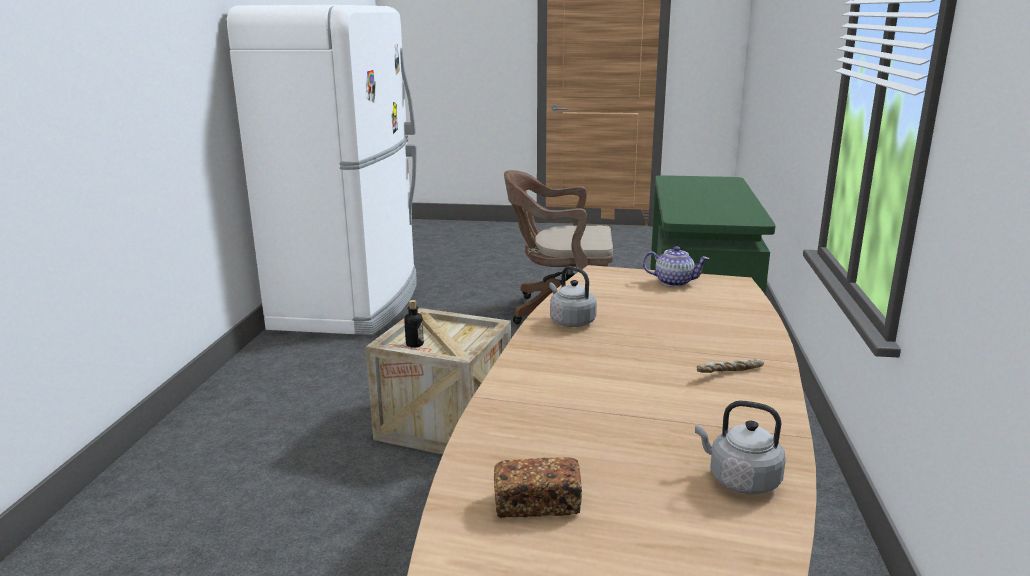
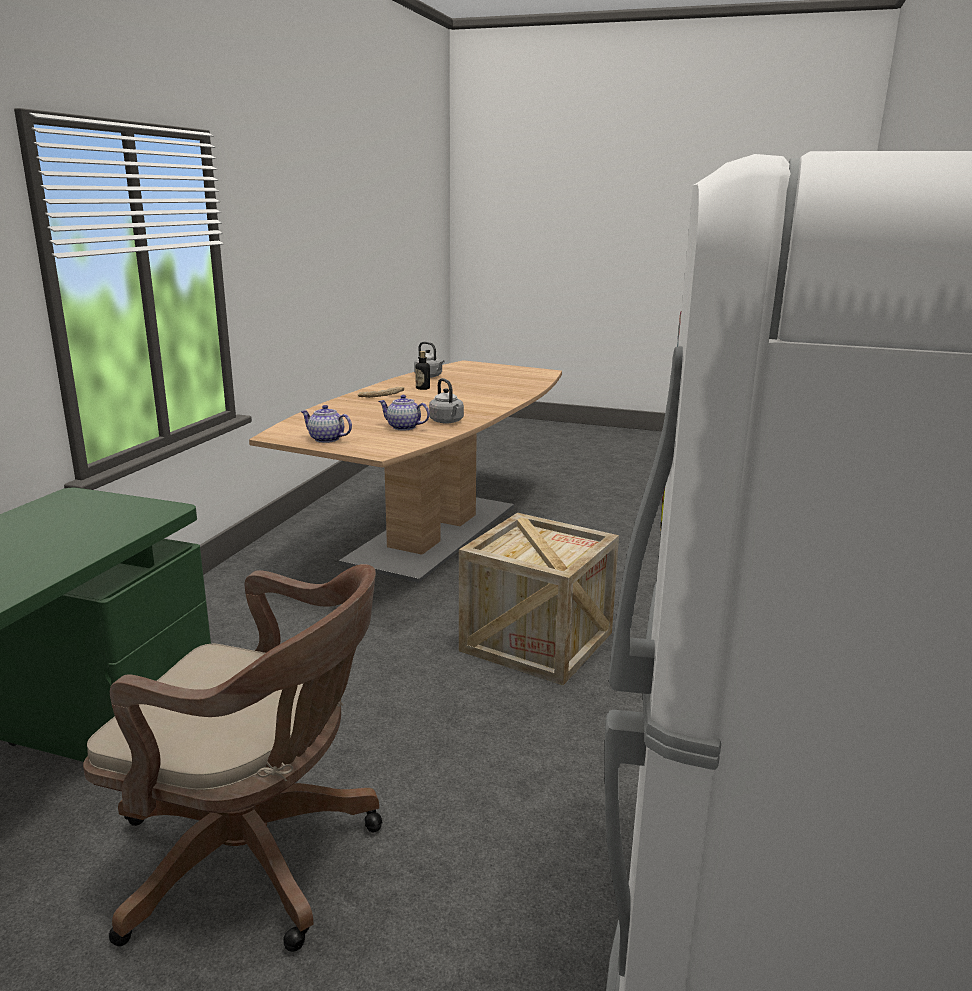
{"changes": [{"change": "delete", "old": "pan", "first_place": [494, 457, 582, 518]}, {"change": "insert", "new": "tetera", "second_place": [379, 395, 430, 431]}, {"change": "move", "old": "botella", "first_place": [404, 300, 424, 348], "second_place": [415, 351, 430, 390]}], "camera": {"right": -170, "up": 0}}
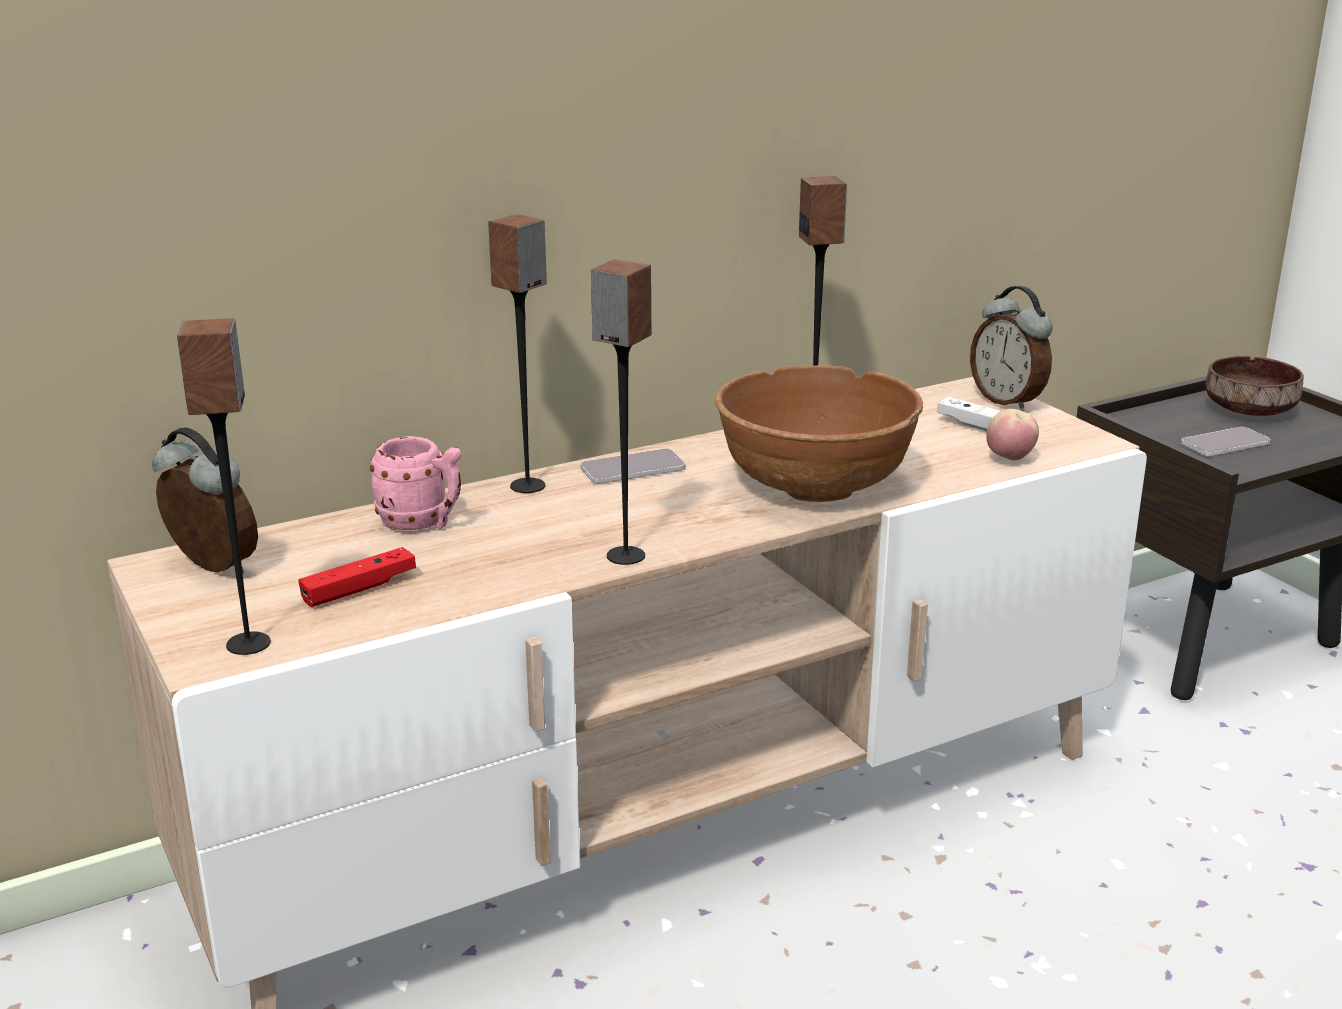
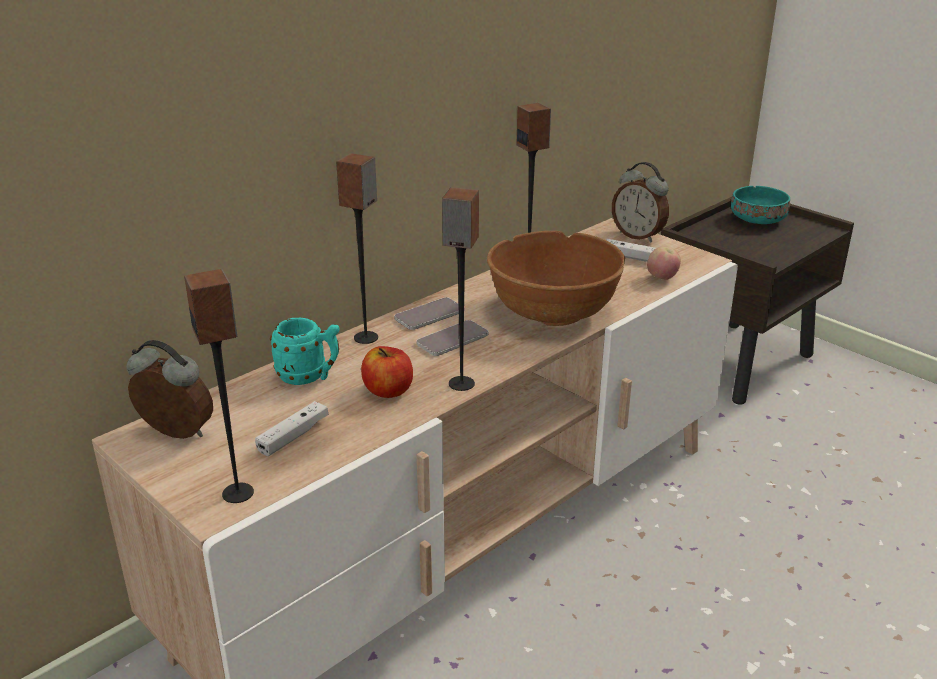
{"changes": [{"change": "insert", "new": "manzana", "second_place": [361, 346, 413, 398]}, {"change": "move", "old": "móvil", "first_place": [1181, 427, 1271, 456], "second_place": [416, 320, 488, 356]}, {"change": "recolor", "old": "mando de consola/rojo", "new": "mando de consola/blanco", "first_place": [298, 547, 416, 607], "second_place": [255, 401, 328, 456]}, {"change": "recolor", "old": "taza grande/rosa", "new": "taza grande/turquesa", "first_place": [370, 436, 461, 530], "second_place": [270, 317, 340, 385]}, {"change": "recolor", "old": "cuenco/marrón", "new": "cuenco/turquesa", "first_place": [1206, 356, 1304, 416], "second_place": [731, 186, 790, 224]}], "camera": {"right": -15, "up": 5}}
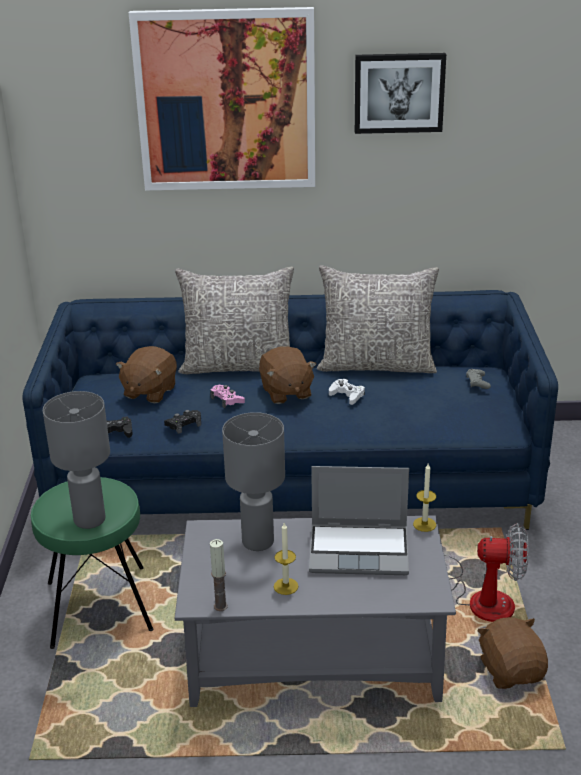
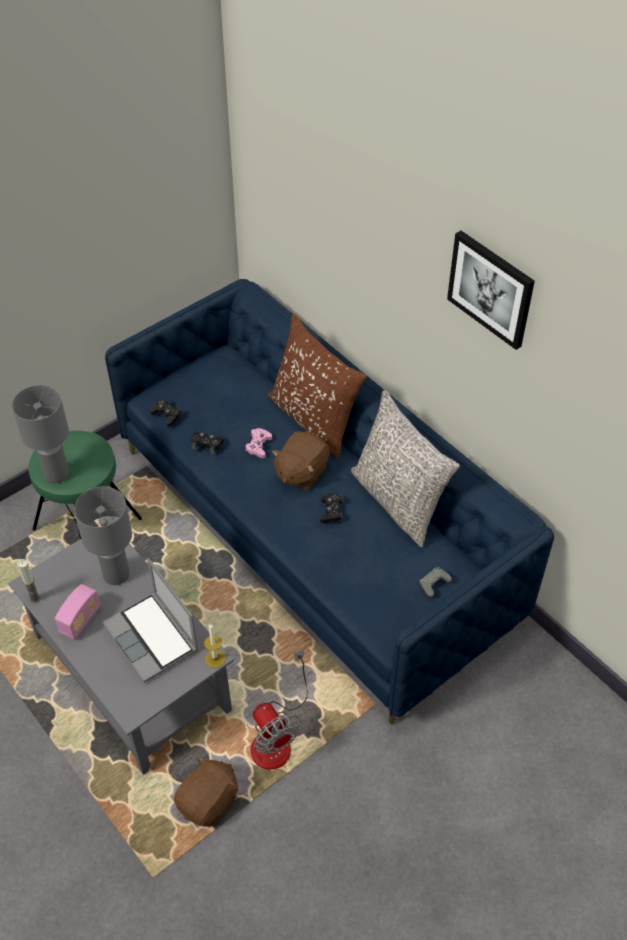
{"changes": [{"change": "delete", "old": "peluche/marrón", "first_place": [116, 346, 177, 403]}, {"change": "delete", "old": "cuadro", "first_place": [129, 7, 315, 190]}, {"change": "replace", "old": "vela", "new": "radio", "first_place": [274, 523, 298, 595], "second_place": [55, 584, 101, 640]}, {"change": "recolor", "old": "cojín/gris", "new": "cojín/marrón", "first_place": [175, 266, 294, 375], "second_place": [268, 314, 367, 459]}, {"change": "recolor", "old": "mando de consola/blanco", "new": "mando de consola/negro", "first_place": [329, 379, 365, 405], "second_place": [320, 493, 343, 523]}], "camera": {"right": 50, "up": 20}}
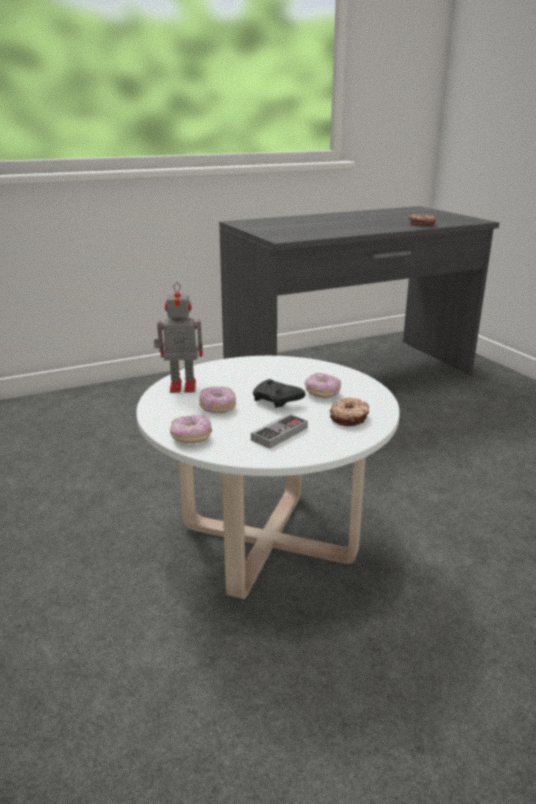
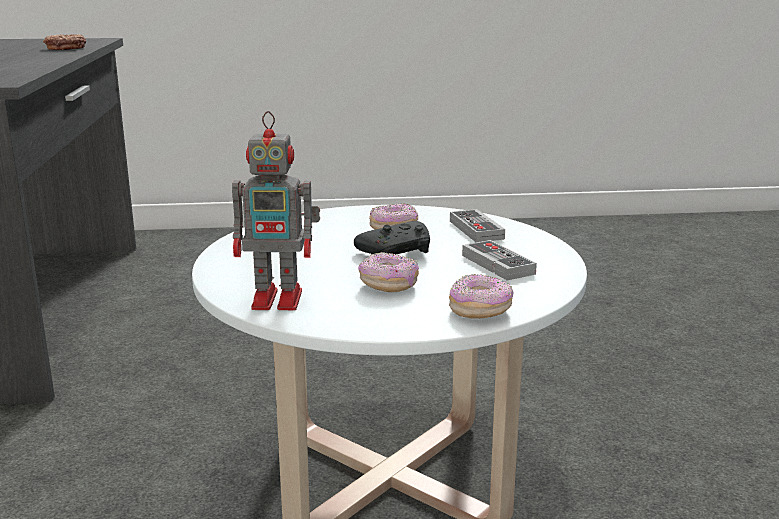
{"changes": [{"change": "replace", "old": "rosquilla", "new": "mando de consola", "first_place": [330, 397, 369, 426], "second_place": [450, 209, 505, 242]}, {"change": "rotate", "old": "robot de juguete", "first_place": [154, 282, 203, 393], "second_place": [232, 111, 320, 310], "degrees": -105}], "camera": {"right": -70, "up": -5}}
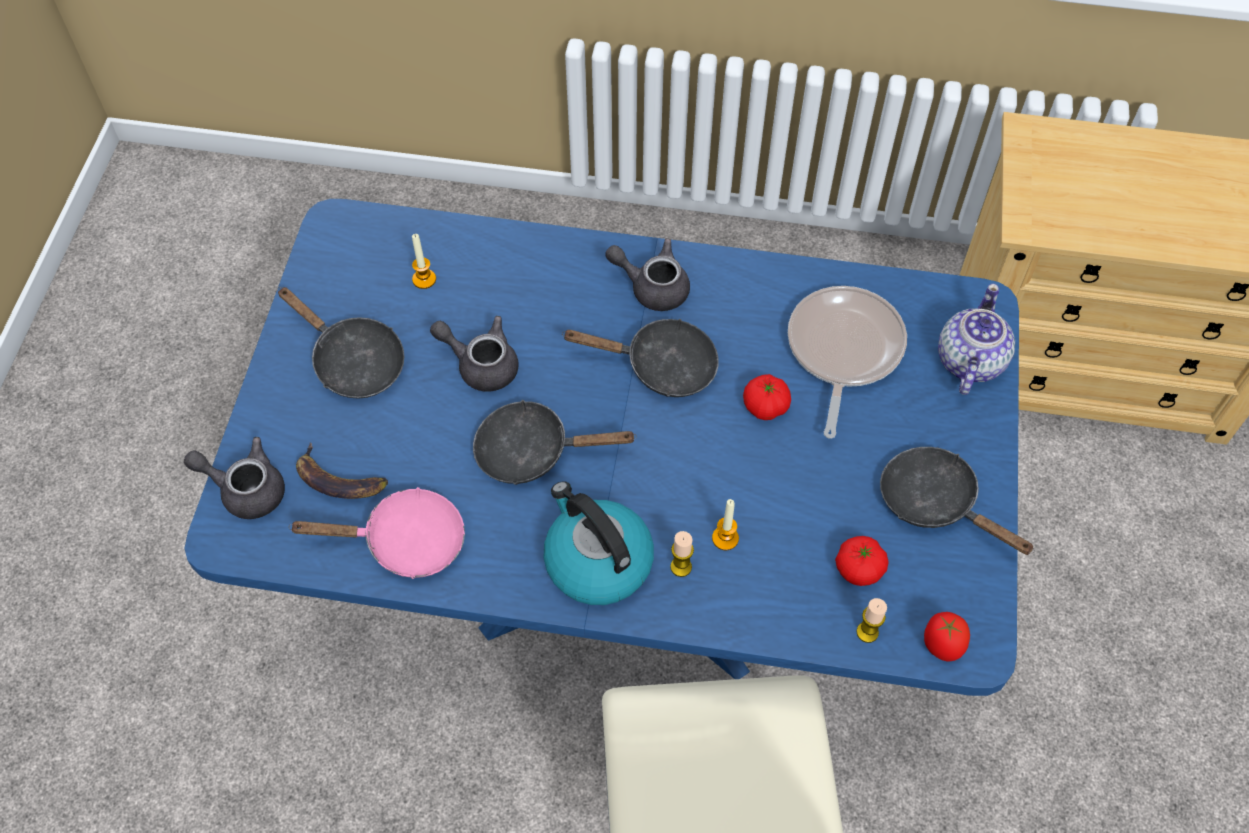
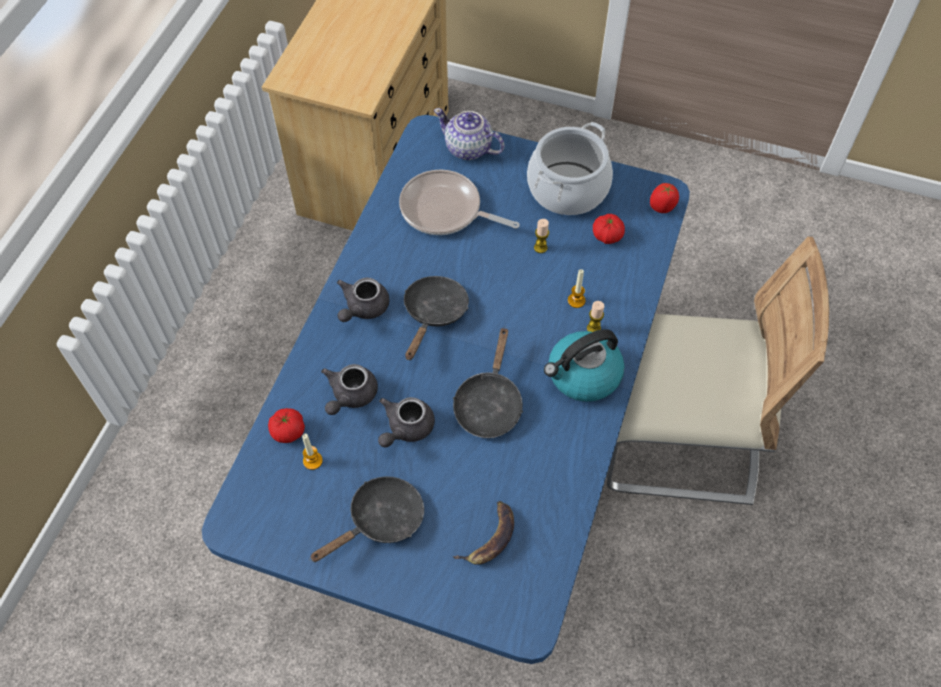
{"changes": [{"change": "delete", "old": "sartén/rosa", "first_place": [289, 487, 465, 579]}, {"change": "move", "old": "tetera/gris", "first_place": [184, 437, 285, 519], "second_place": [321, 364, 378, 415]}, {"change": "move", "old": "tomate", "first_place": [743, 374, 791, 420], "second_place": [268, 408, 305, 443]}, {"change": "move", "old": "vela", "first_place": [856, 598, 887, 643], "second_place": [534, 219, 549, 253]}, {"change": "replace", "old": "sartén/negro", "new": "olla", "first_place": [880, 447, 1035, 555], "second_place": [527, 122, 613, 215]}], "camera": {"right": -80, "up": 0}}
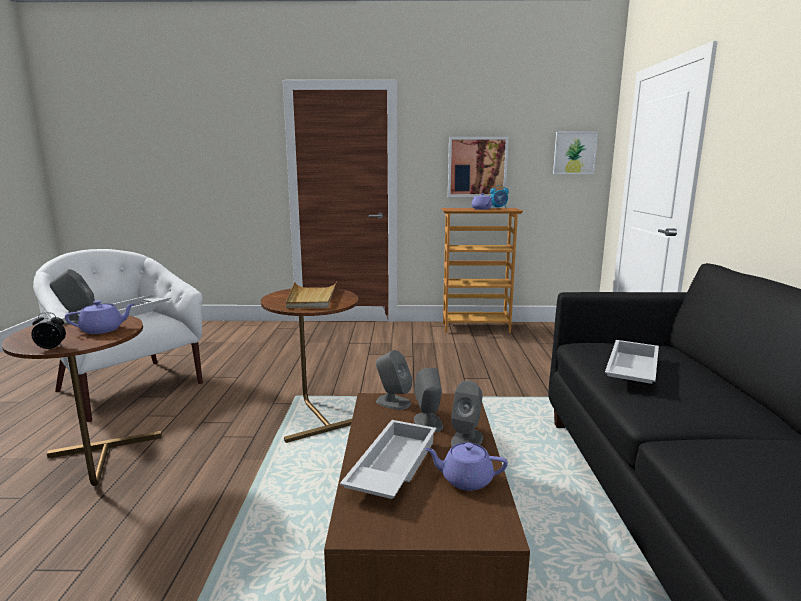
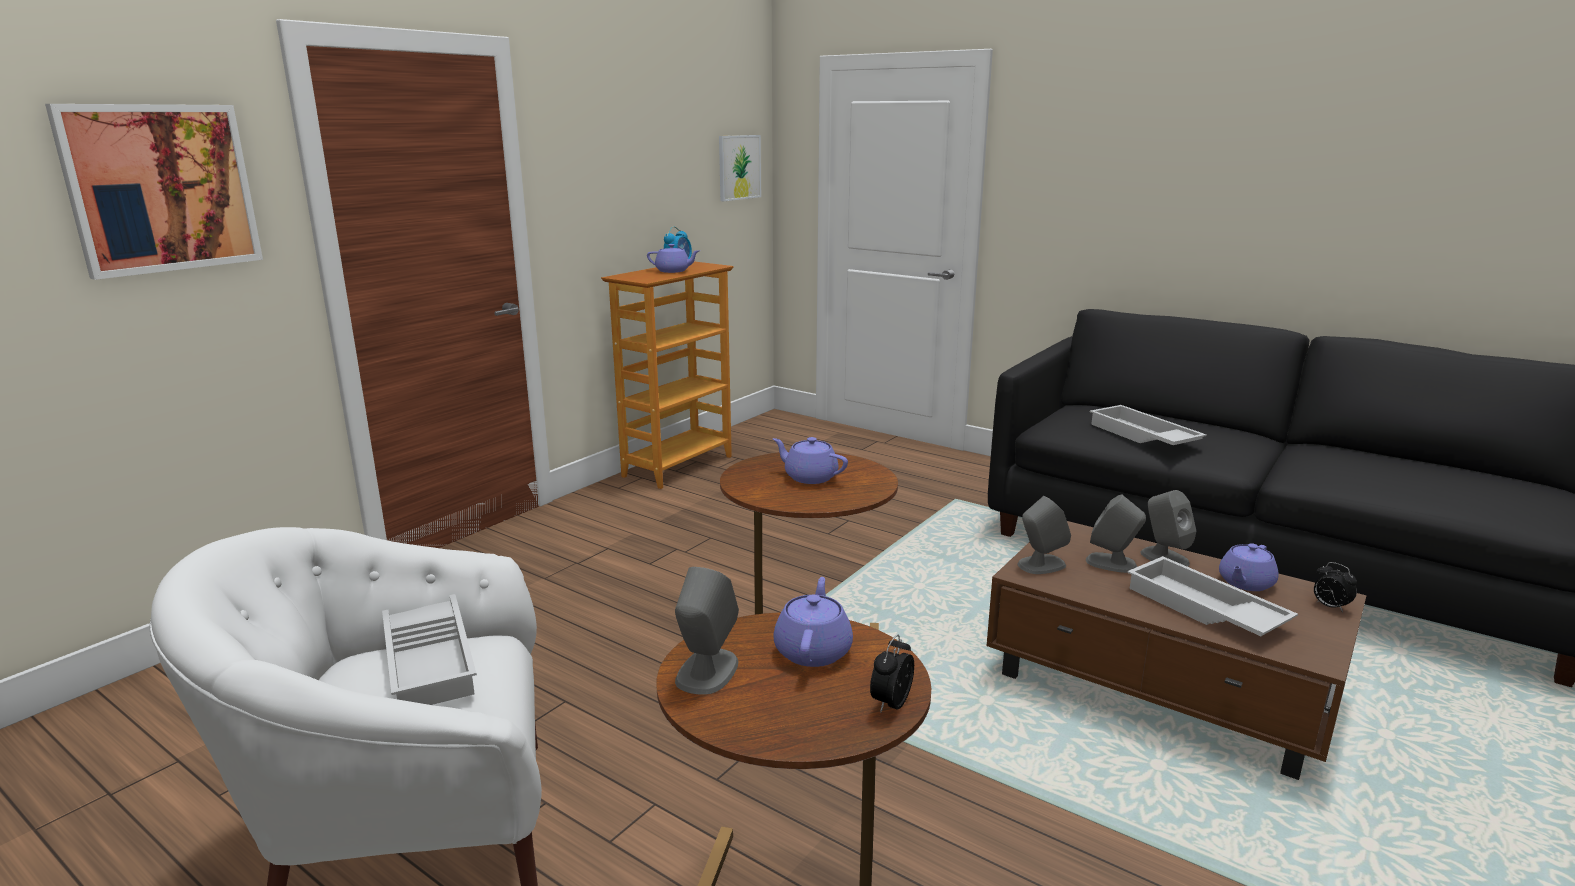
{"changes": [{"change": "insert", "new": "despertador", "second_place": [1314, 562, 1357, 612]}, {"change": "move", "old": "cuadro", "first_place": [448, 137, 509, 197], "second_place": [45, 104, 263, 280]}, {"change": "replace", "old": "bandeja/beis", "new": "tetera/morado", "first_place": [286, 281, 337, 308], "second_place": [773, 437, 848, 484]}], "camera": {"right": -55, "up": 5}}
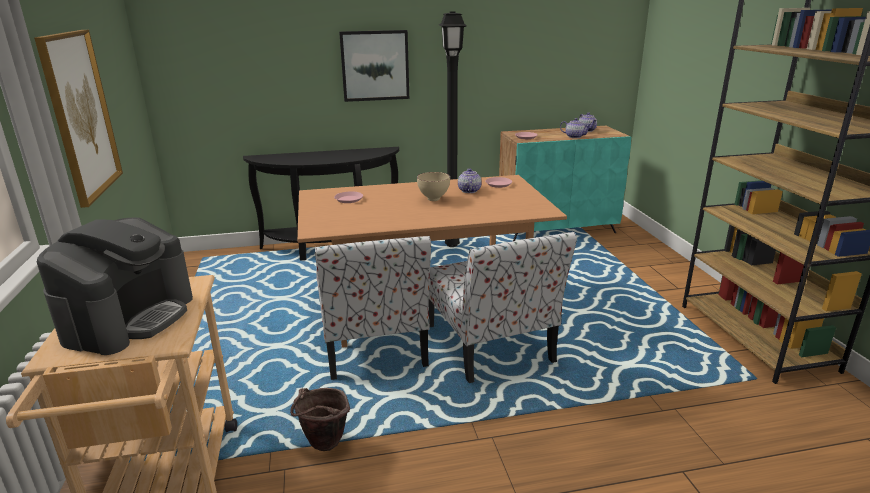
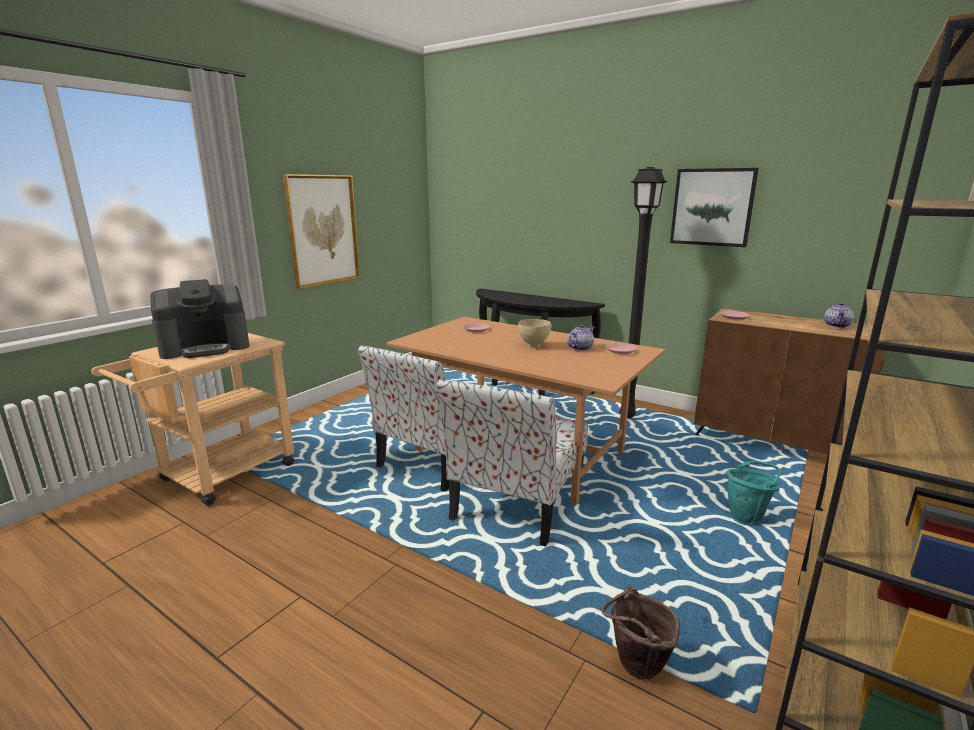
{"changes": [{"change": "delete", "old": "tetera", "first_place": [560, 118, 592, 138]}, {"change": "insert", "new": "cubo/turquesa", "second_place": [726, 461, 781, 526]}, {"change": "move", "old": "cubo/marrón", "first_place": [290, 388, 350, 451], "second_place": [601, 586, 680, 680]}, {"change": "move", "old": "cuadro", "first_place": [339, 30, 409, 102], "second_place": [670, 168, 759, 247]}, {"change": "recolor", "old": "armario/turquesa", "new": "armario/marrón", "first_place": [499, 126, 631, 241], "second_place": [694, 308, 886, 454]}], "camera": {"right": 45, "up": -5}}
